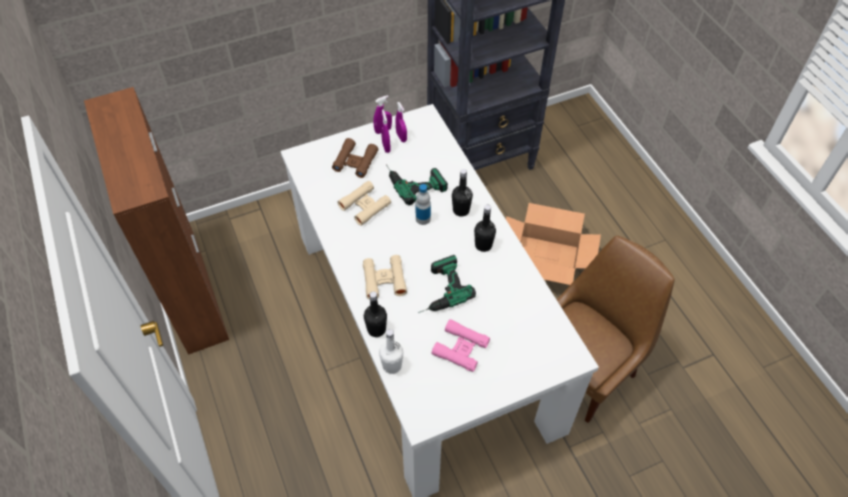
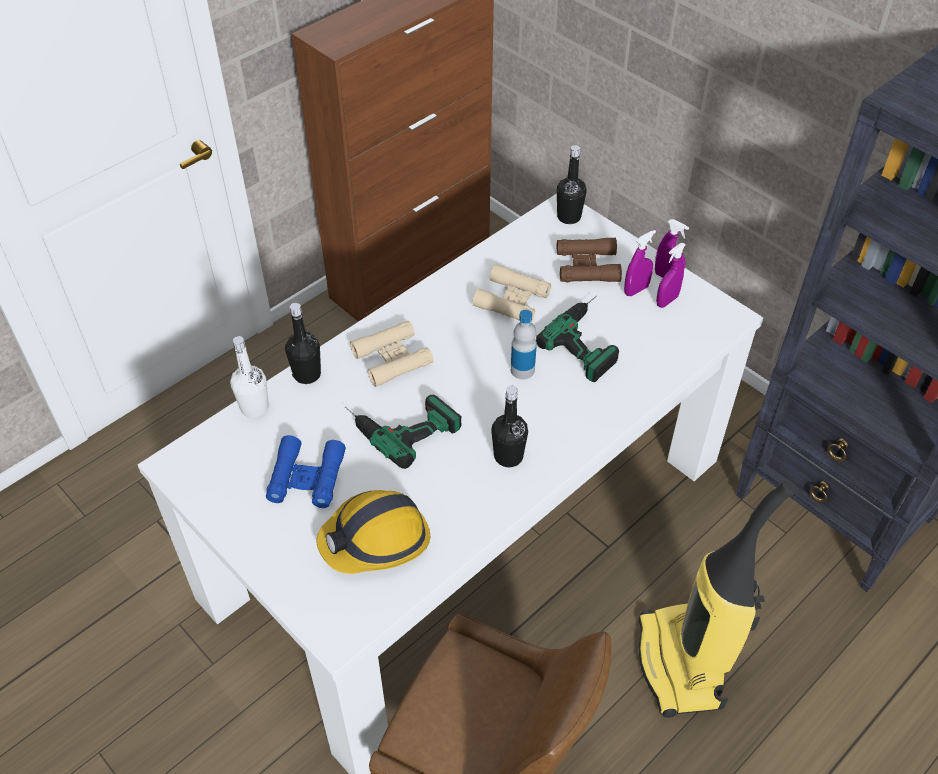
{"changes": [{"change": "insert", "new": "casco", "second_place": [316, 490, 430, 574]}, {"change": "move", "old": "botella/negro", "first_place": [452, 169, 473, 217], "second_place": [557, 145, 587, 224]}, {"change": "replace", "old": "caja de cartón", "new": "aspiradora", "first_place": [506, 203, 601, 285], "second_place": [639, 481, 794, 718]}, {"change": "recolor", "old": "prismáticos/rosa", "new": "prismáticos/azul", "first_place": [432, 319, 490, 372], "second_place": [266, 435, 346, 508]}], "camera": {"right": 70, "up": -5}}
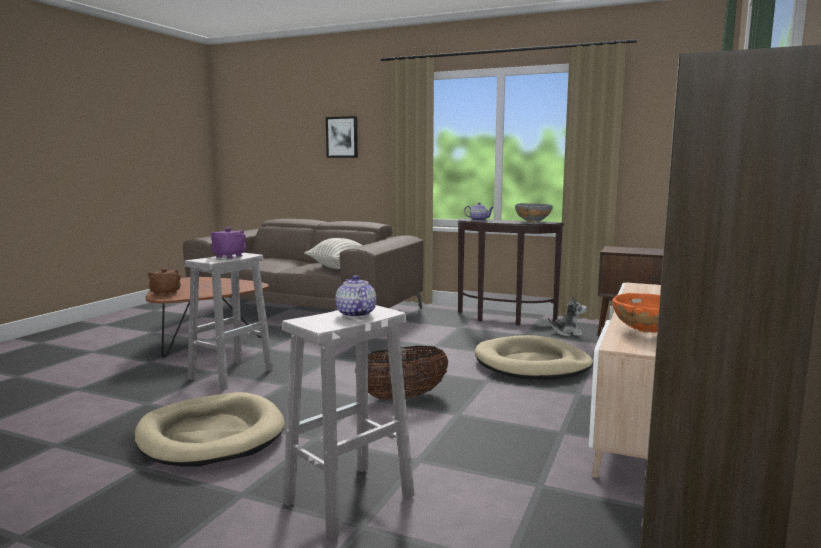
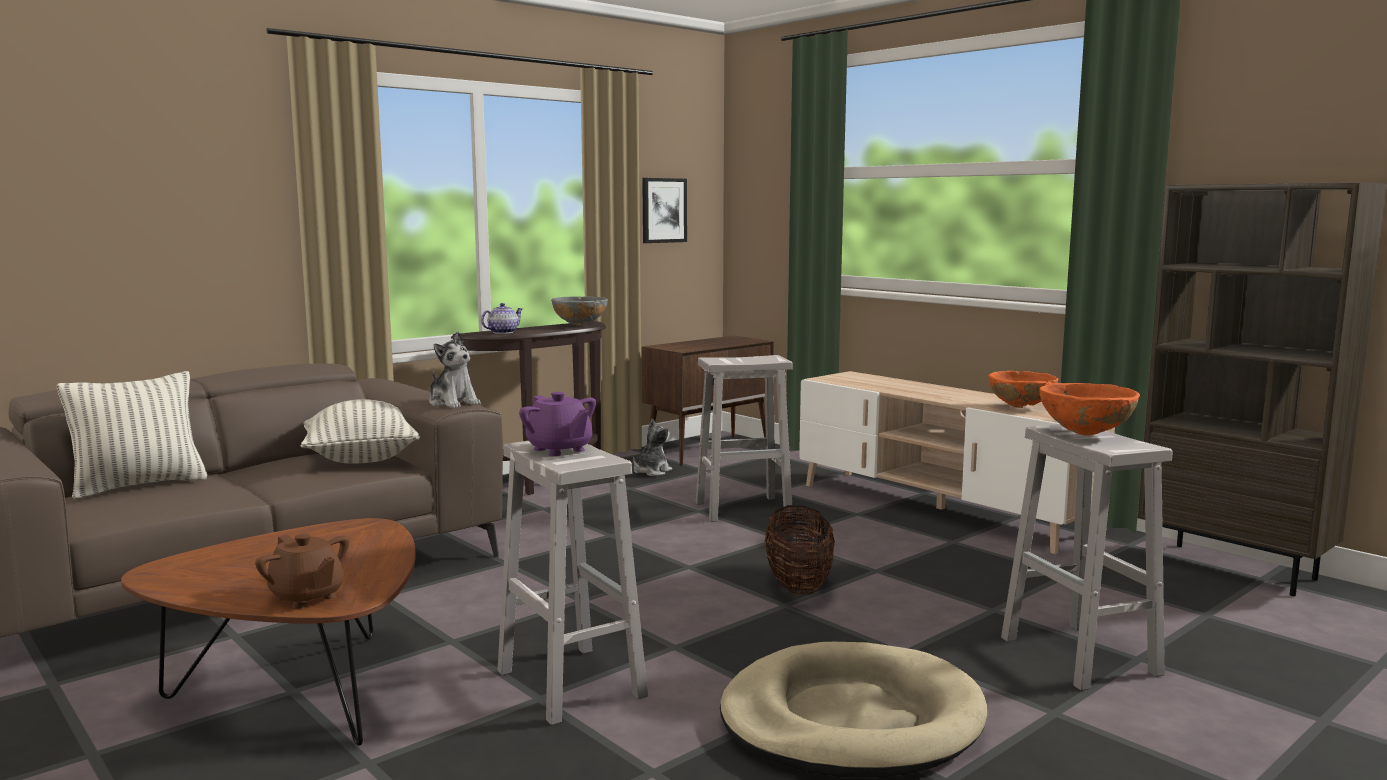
{"changes": [{"change": "insert", "new": "cojín", "second_place": [57, 371, 207, 499]}, {"change": "insert", "new": "peluche", "second_place": [429, 332, 481, 409]}, {"change": "move", "old": "cuadro", "first_place": [326, 116, 358, 158], "second_place": [642, 178, 687, 243]}, {"change": "replace", "old": "tetera", "new": "cuenco/naranja", "first_place": [335, 275, 376, 318], "second_place": [1039, 383, 1140, 436]}, {"change": "replace", "old": "cama para perro/beis", "new": "taburete/blanco", "first_place": [475, 335, 593, 380], "second_place": [696, 355, 793, 522]}], "camera": {"right": -65, "up": 0}}
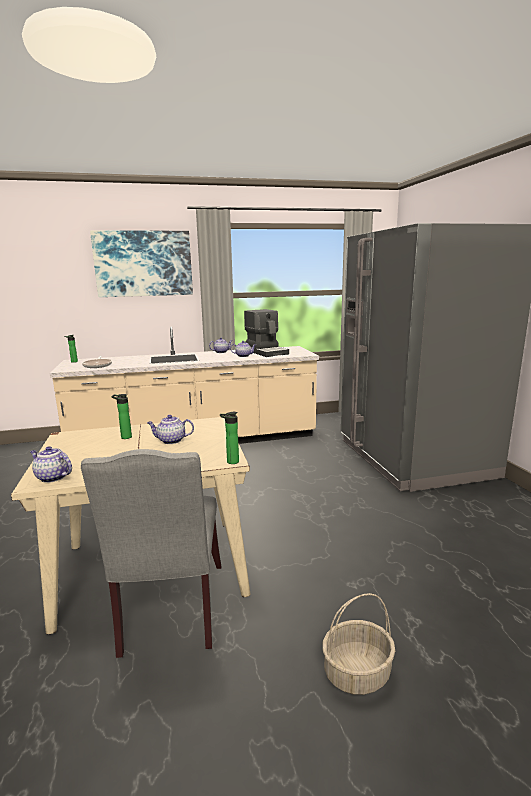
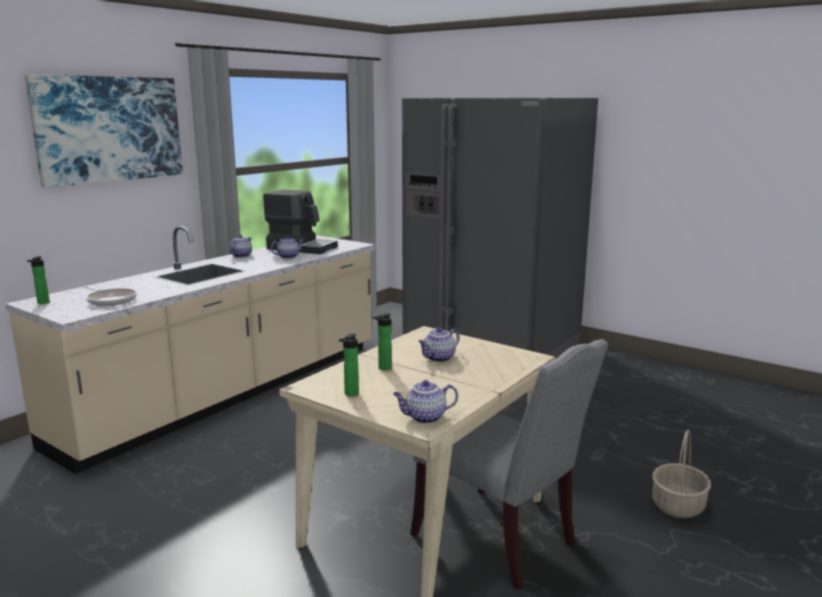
{"changes": [{"change": "move", "old": "botella", "first_place": [220, 412, 239, 464], "second_place": [339, 334, 359, 397]}], "camera": {"right": -40, "up": 0}}
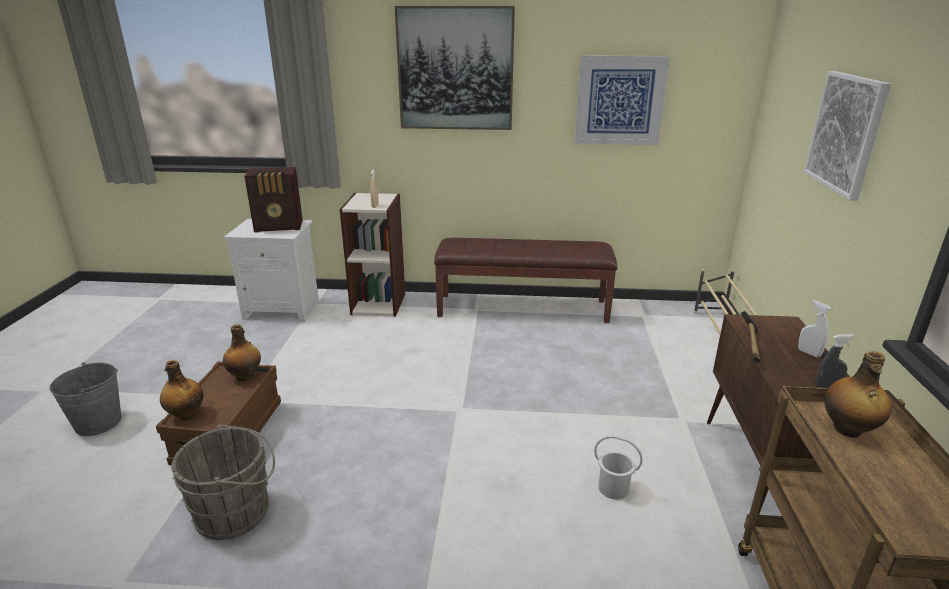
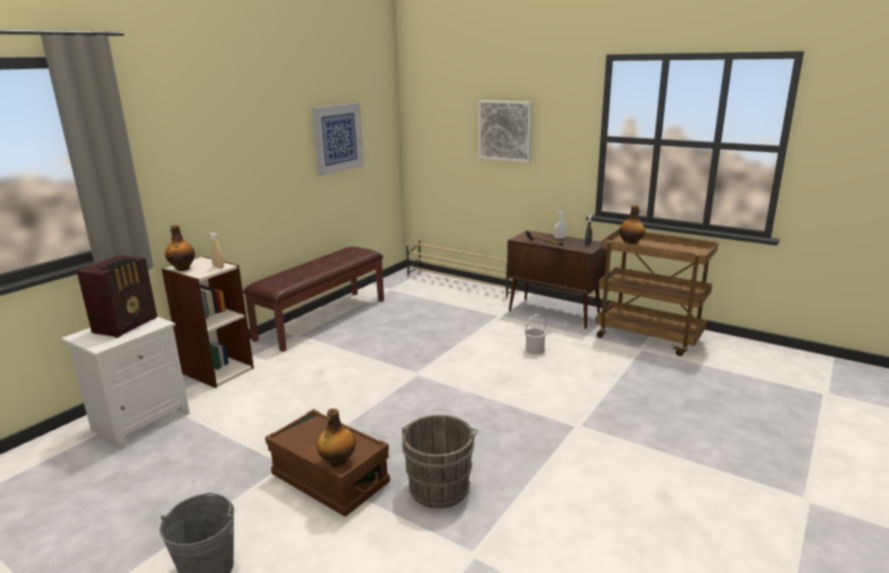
{"changes": [{"change": "delete", "old": "cuadro", "first_place": [395, 6, 515, 130]}, {"change": "move", "old": "botella", "first_place": [223, 324, 261, 381], "second_place": [165, 225, 195, 271]}], "camera": {"right": -60, "up": -5}}
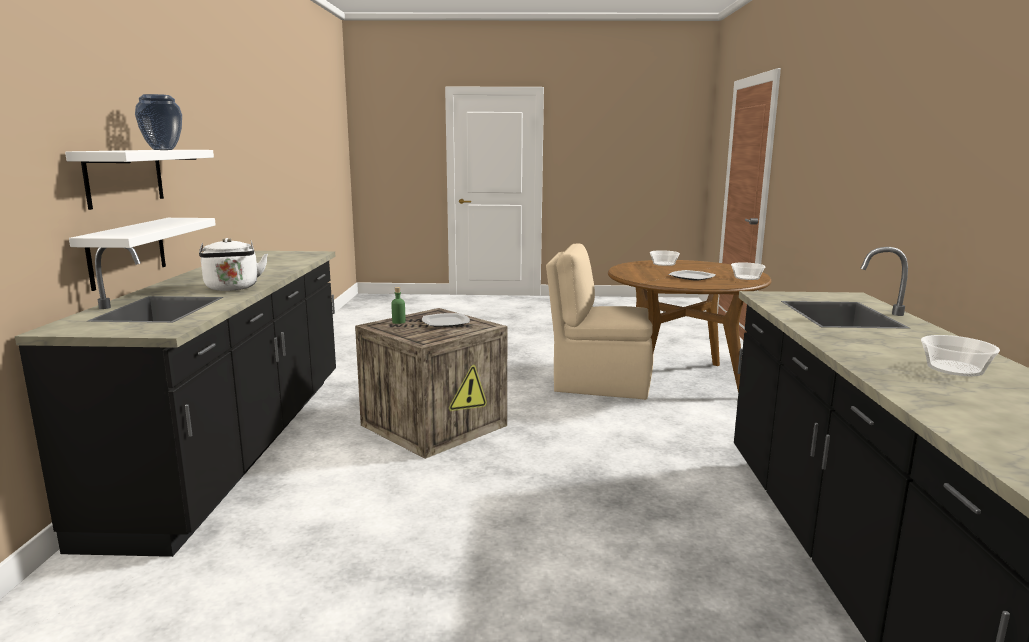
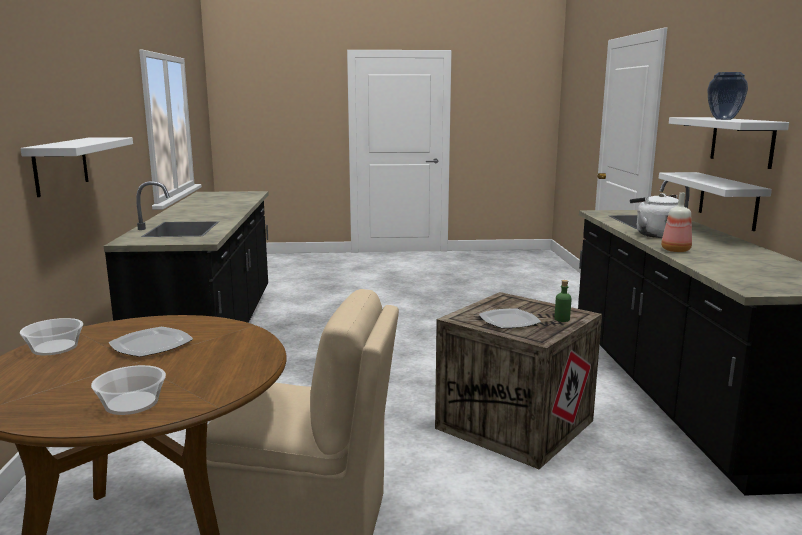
{"changes": [{"change": "delete", "old": "cuenco", "first_place": [921, 335, 1000, 376]}, {"change": "insert", "new": "estante/blanco", "second_place": [21, 137, 133, 197]}, {"change": "insert", "new": "botella", "second_place": [661, 192, 692, 252]}], "camera": {"right": 175, "up": 0}}
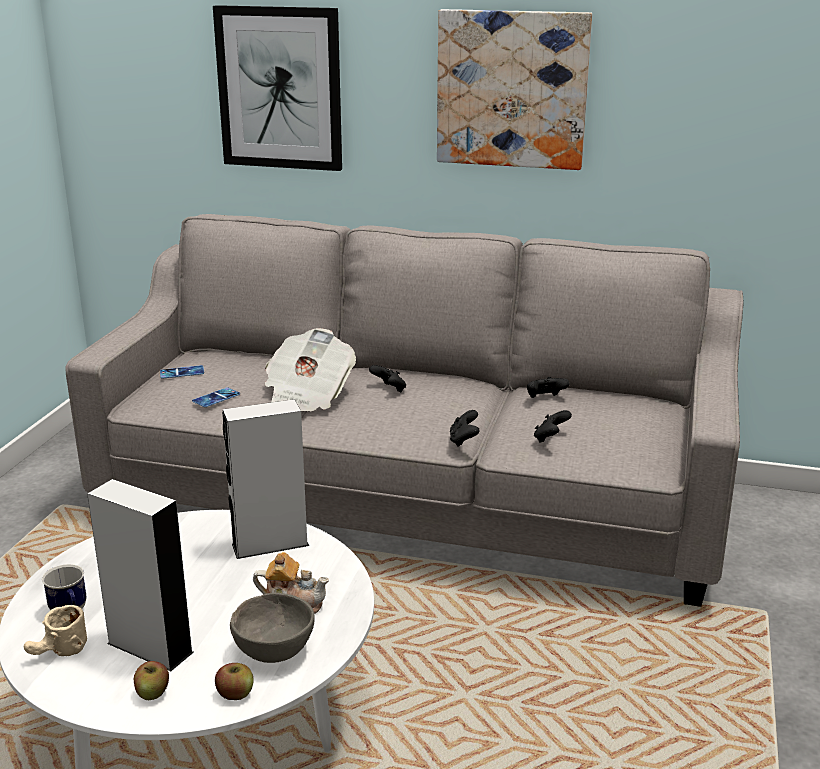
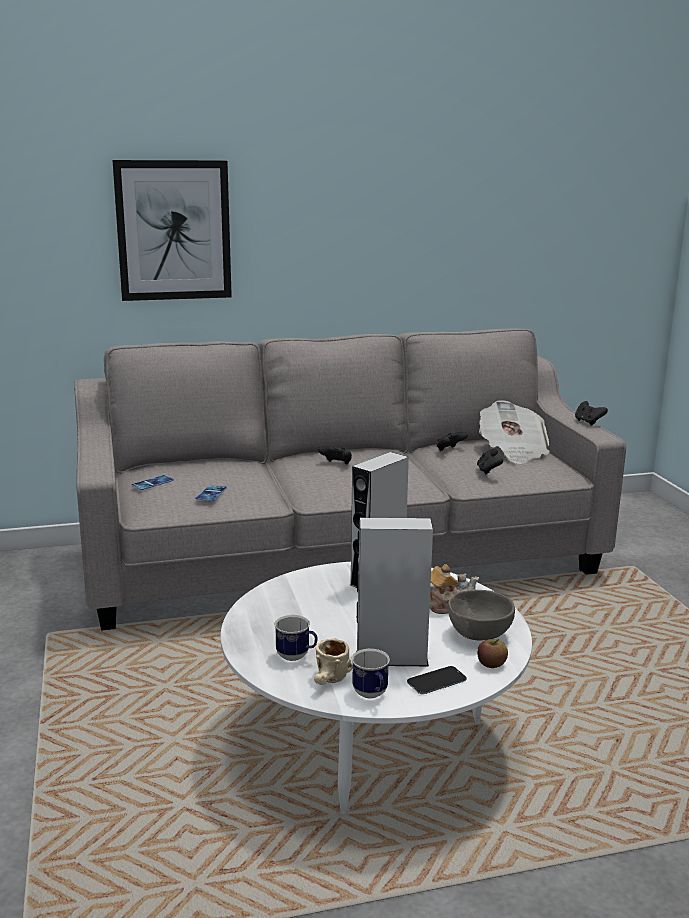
{"changes": [{"change": "delete", "old": "cuadro", "first_place": [437, 9, 592, 170]}, {"change": "insert", "new": "taza grande", "second_place": [352, 649, 390, 699]}, {"change": "move", "old": "periódico", "first_place": [265, 328, 356, 411], "second_place": [479, 400, 550, 464]}, {"change": "move", "old": "mando de consola/negro", "first_place": [450, 410, 480, 447], "second_place": [575, 401, 608, 426]}, {"change": "replace", "old": "manzana", "new": "móvil", "first_place": [134, 661, 169, 700], "second_place": [407, 666, 467, 694]}], "camera": {"right": -30, "up": -5}}
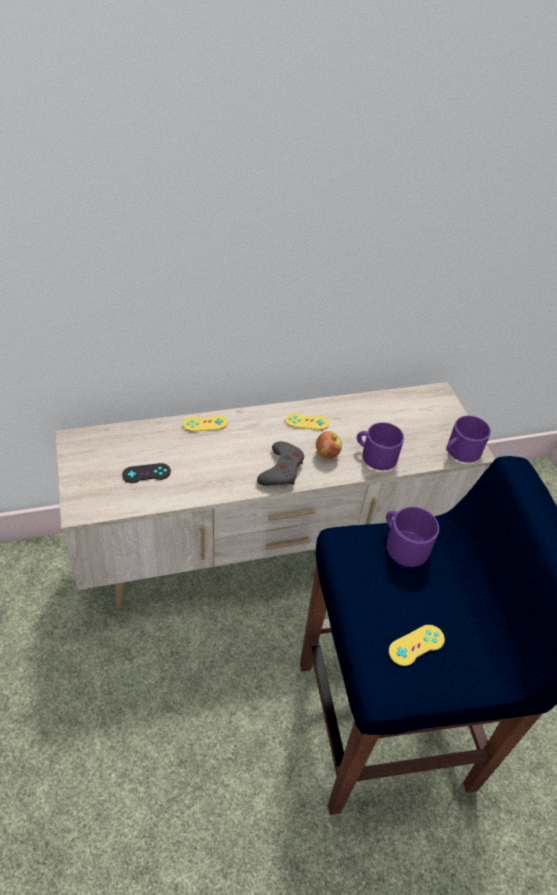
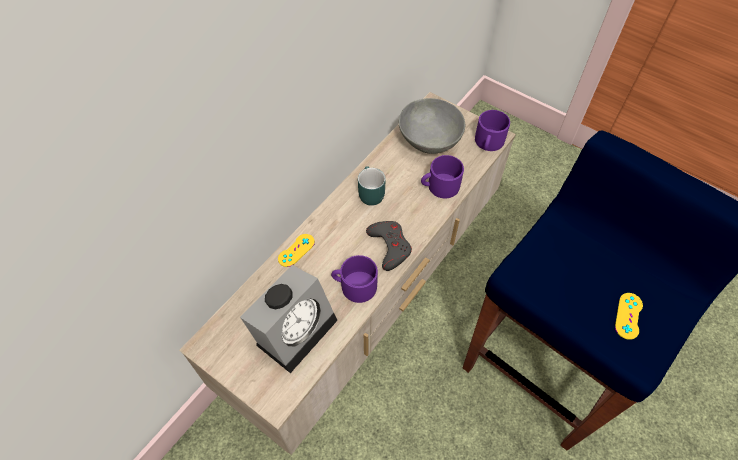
{"changes": [{"change": "delete", "old": "manzana", "first_place": [316, 431, 342, 459]}, {"change": "insert", "new": "cuenco/gris", "second_place": [399, 98, 465, 154]}, {"change": "move", "old": "taza grande/morado", "first_place": [386, 507, 439, 567], "second_place": [331, 255, 378, 303]}, {"change": "replace", "old": "mando de consola/negro", "new": "despertador", "first_place": [122, 463, 171, 483], "second_place": [240, 265, 338, 373]}, {"change": "replace", "old": "mando de consola/amarillo", "new": "taza grande/turquesa", "first_place": [286, 413, 329, 430], "second_place": [358, 166, 386, 206]}], "camera": {"right": -35, "up": 10}}
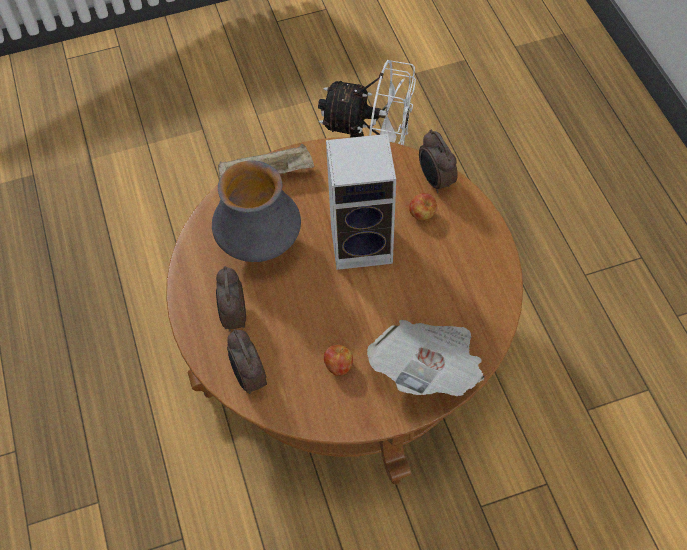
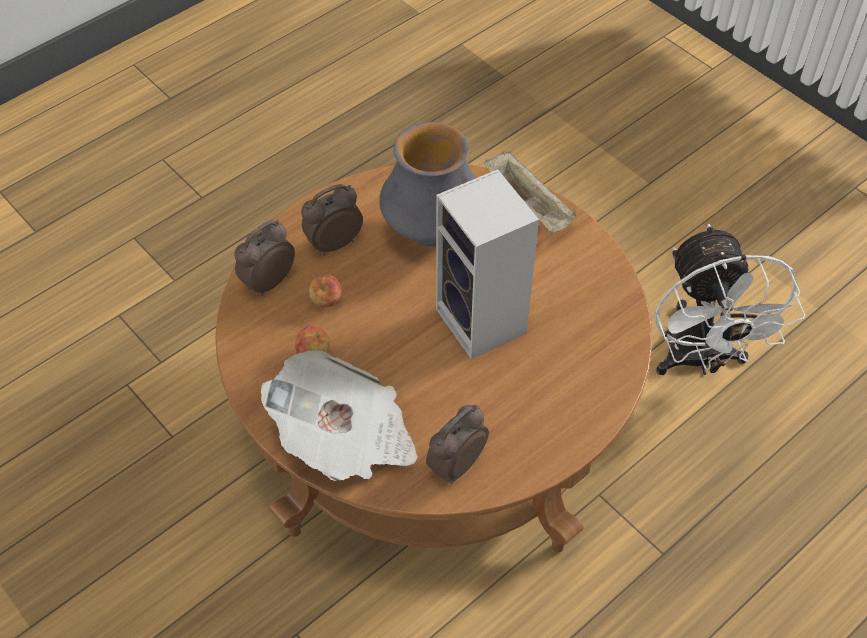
{"changes": [{"change": "move", "old": "manzana", "first_place": [409, 193, 437, 220], "second_place": [308, 275, 342, 307]}, {"change": "move", "old": "despertador", "first_place": [419, 130, 458, 193], "second_place": [426, 404, 489, 484]}], "camera": {"right": 65, "up": -5}}
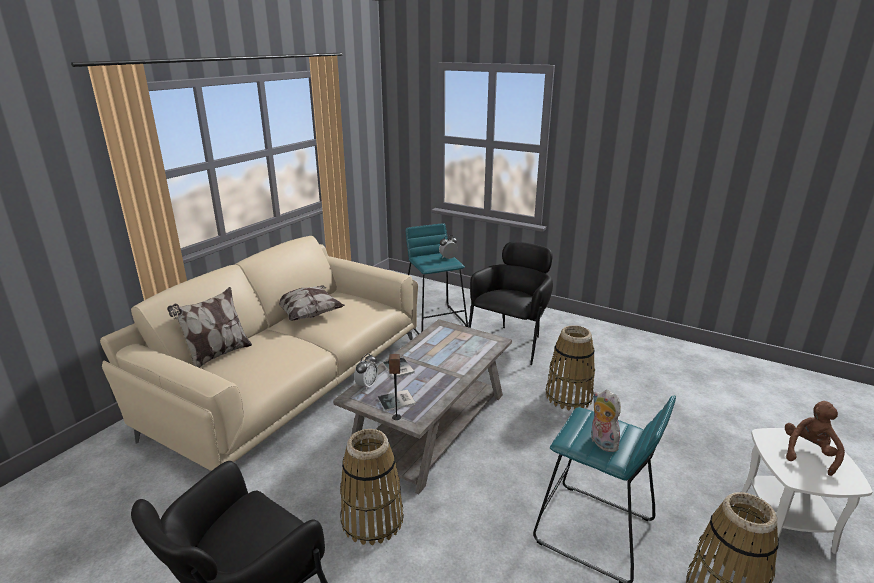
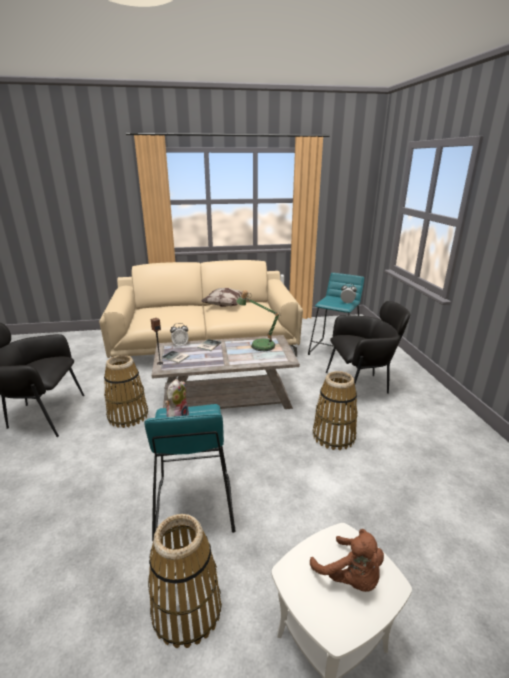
{"changes": [{"change": "delete", "old": "cojín", "first_place": [167, 287, 252, 368]}, {"change": "insert", "new": "lámpara de mesa", "second_place": [236, 290, 280, 351]}, {"change": "rotate", "old": "peluche/marrón", "first_place": [785, 401, 845, 476], "second_place": [310, 529, 384, 592], "degrees": 60}], "camera": {"right": 50, "up": 0}}
